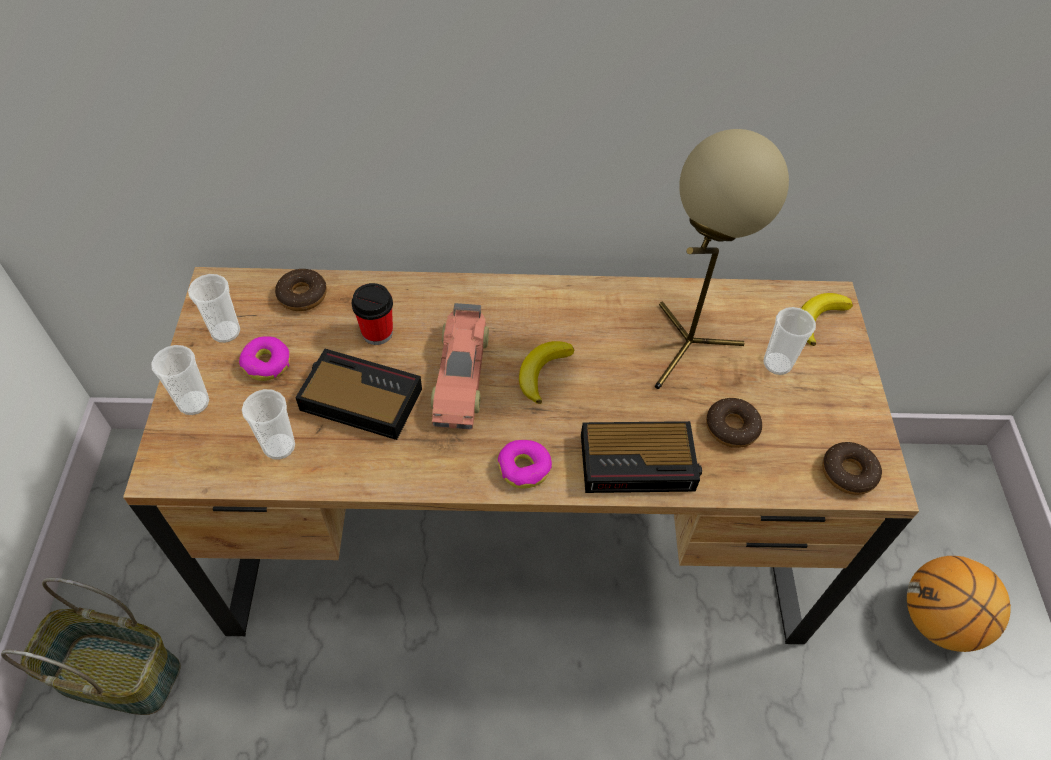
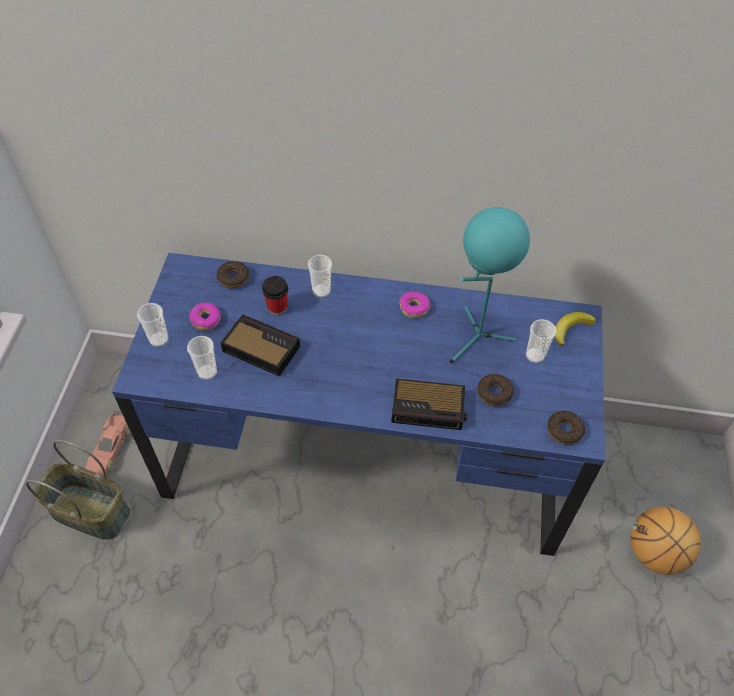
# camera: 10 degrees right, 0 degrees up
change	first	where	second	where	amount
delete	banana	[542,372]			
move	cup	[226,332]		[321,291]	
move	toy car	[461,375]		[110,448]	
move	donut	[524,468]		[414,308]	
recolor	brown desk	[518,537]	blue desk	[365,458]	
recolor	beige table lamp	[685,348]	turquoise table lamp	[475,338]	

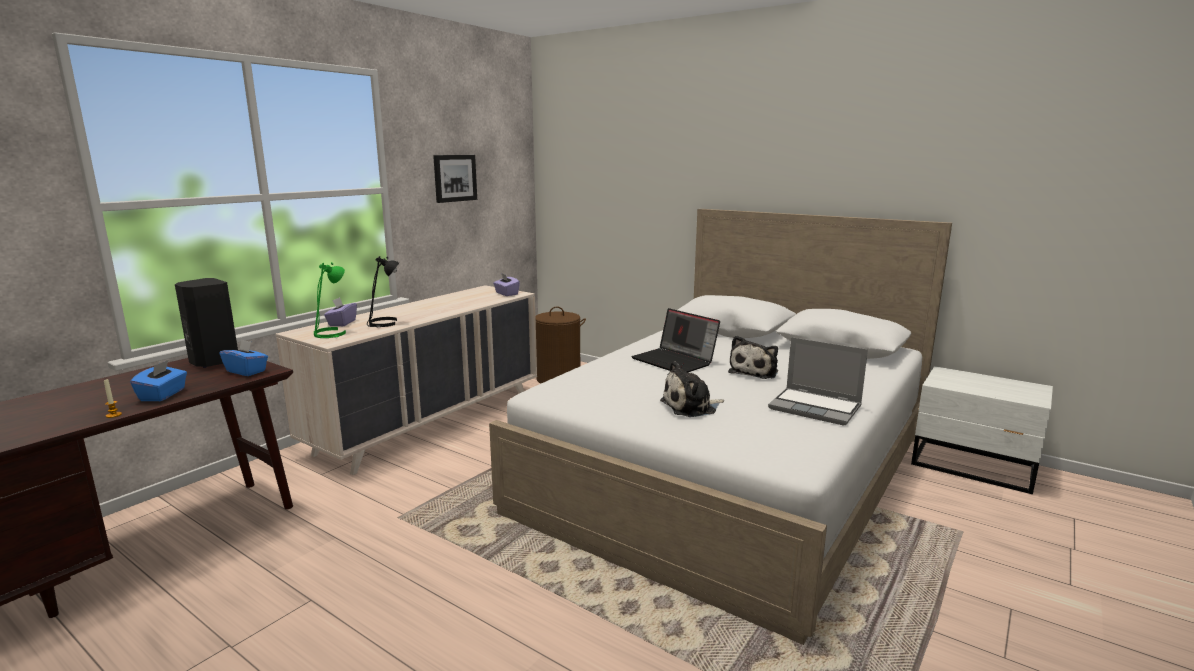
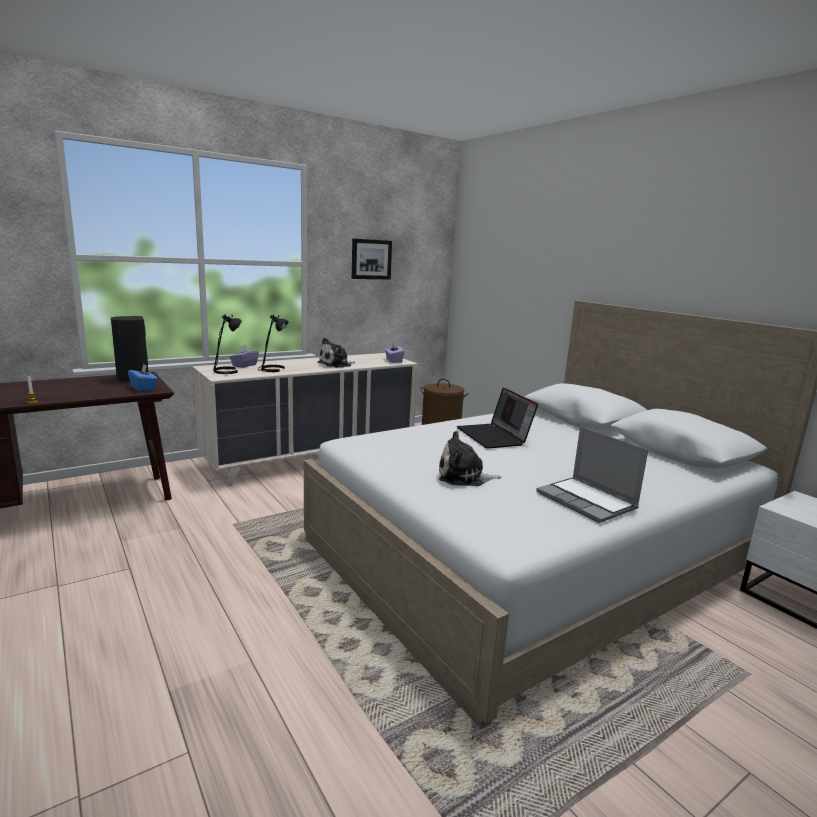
# camera: 20 degrees right, 0 degrees up
change	first	where	second	where	amount
delete	blue tissue box	[163,395]			
move	plush toy	[755,372]		[336,364]	
recolor	green table lamp	[331,334]	black table lamp	[226,372]	

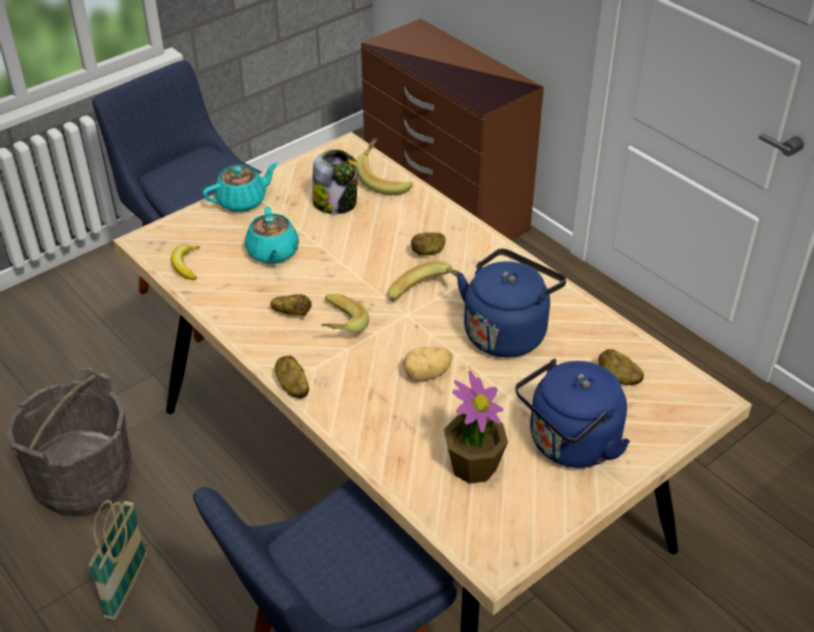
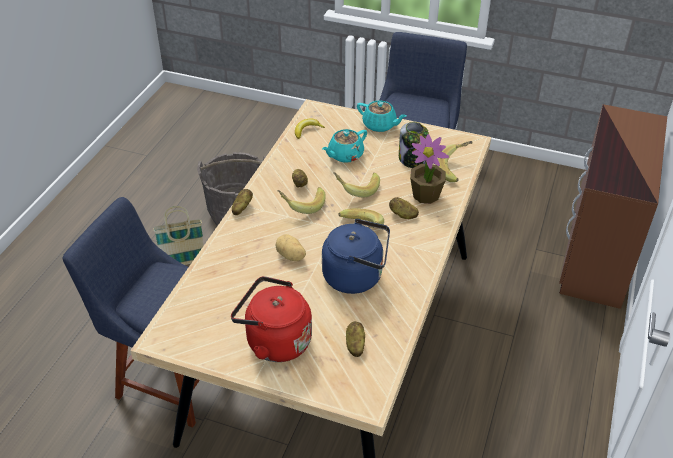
# camera: 60 degrees right, 0 degrees up
change	first	where	second	where	amount
insert			banana	[356,189]	
move	potted plant	[473,465]		[426,195]	
recolor	blue kettle	[569,445]	red kettle	[274,341]	

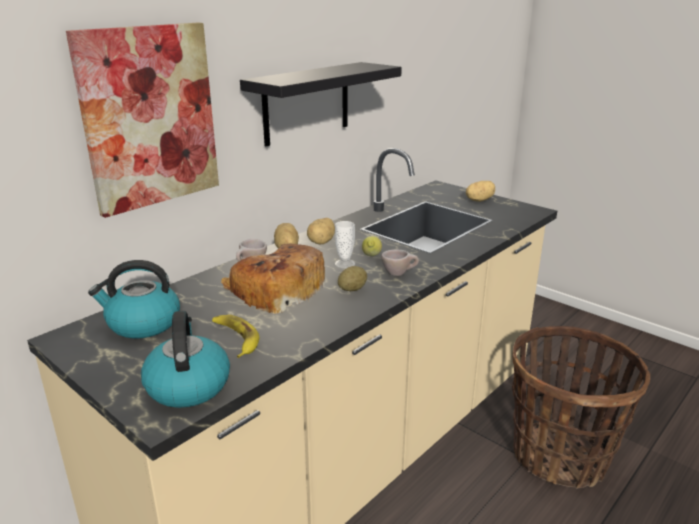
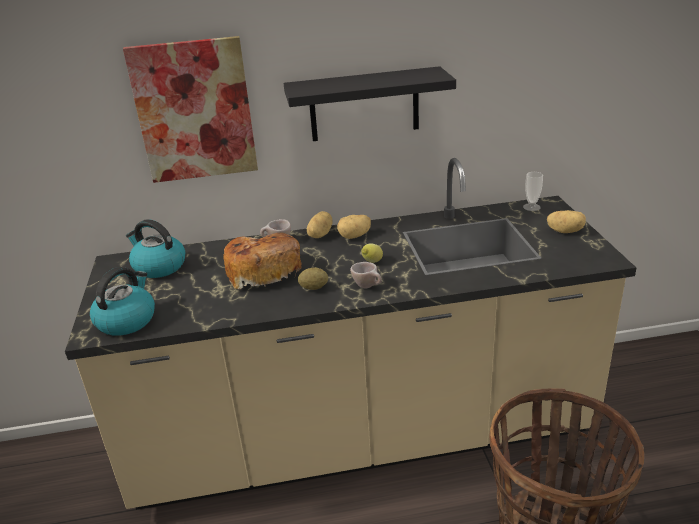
# camera: 40 degrees right, 5 degrees up
change	first	where	second	where	amount
delete	banana	[235,338]			
move	cup	[345,264]		[531,207]	

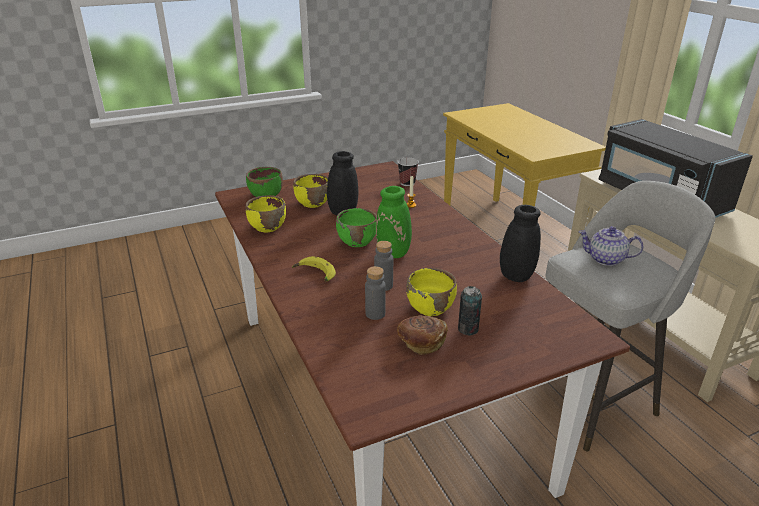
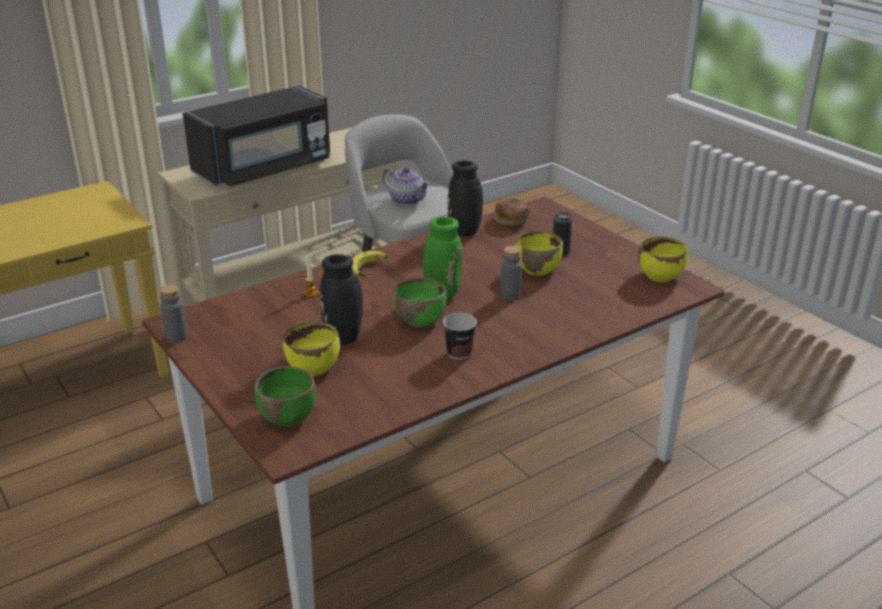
# camera: 100 degrees left, 0 degrees up
change	first	where	second	where	amount
move	yellow bowl	[267,227]		[660,275]	
move	banana	[314,275]		[369,269]	
move	grey bottle	[375,314]		[176,336]	
move	cup	[407,183]		[459,353]	
move	bread	[421,343]		[511,221]	
rotate	teapot	[605,259]		[407,200]	60 degrees counterclockwise

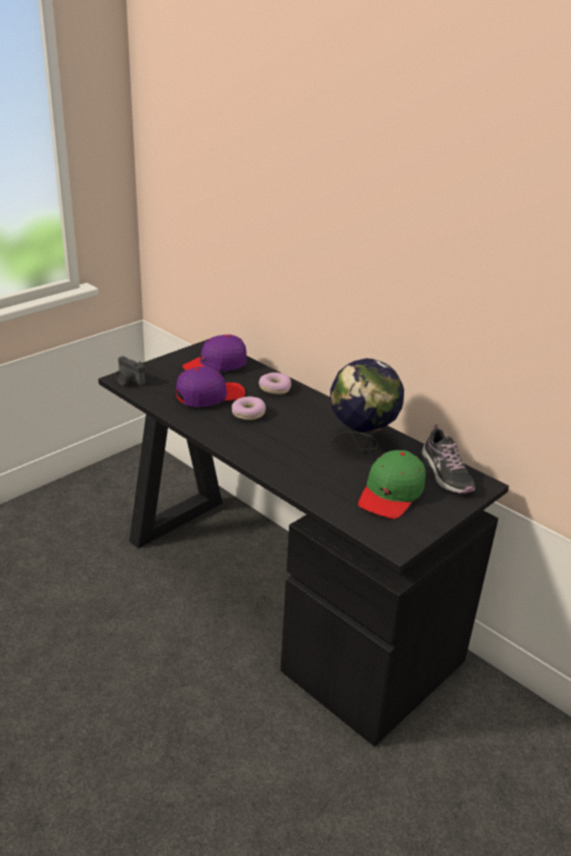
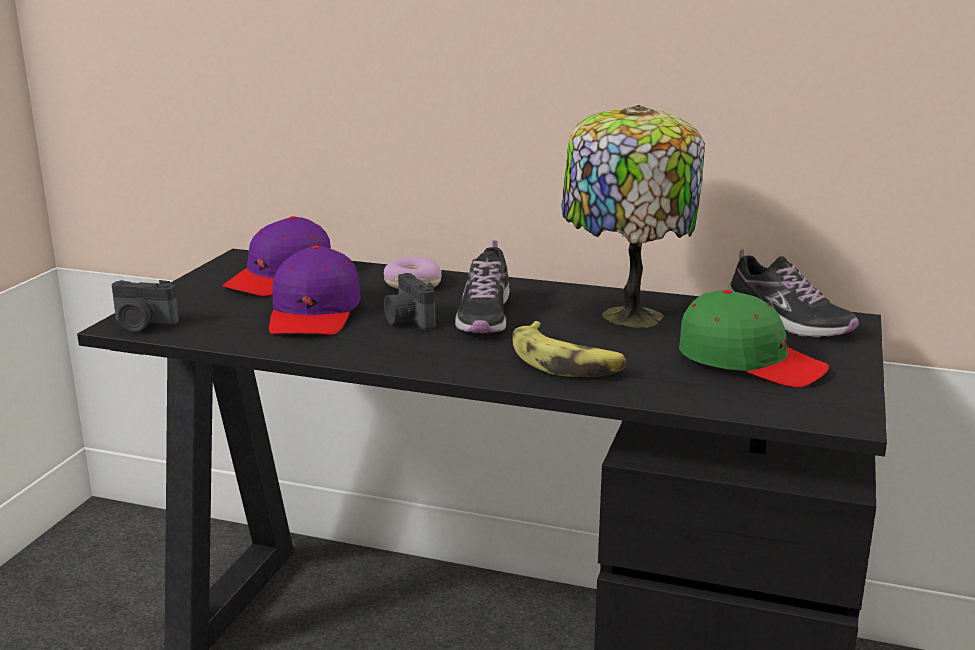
# camera: 25 degrees left, 10 degrees down
change	first	where	second	where	amount
insert			shoe	[485,316]	
insert			banana	[566,362]	
replace	donut	[248,414]	photo camera	[408,321]	
replace	globe	[361,443]	table lamp	[627,316]	
rotate	purple cap	[209,396]		[314,313]	150 degrees clockwise
rotate	green cap	[391,494]		[749,361]	60 degrees counterclockwise

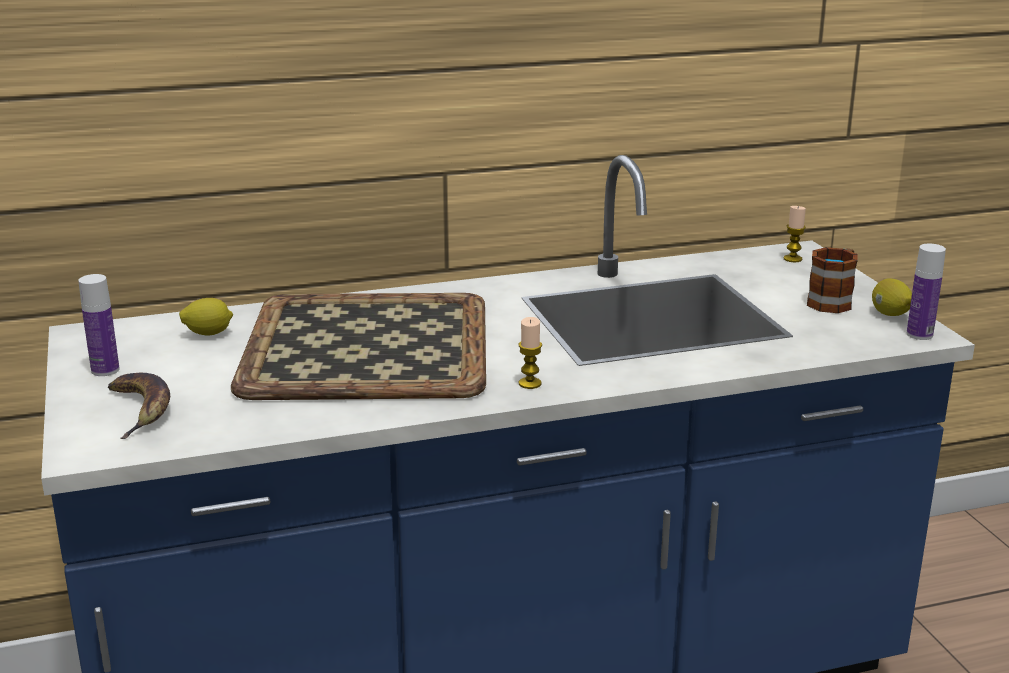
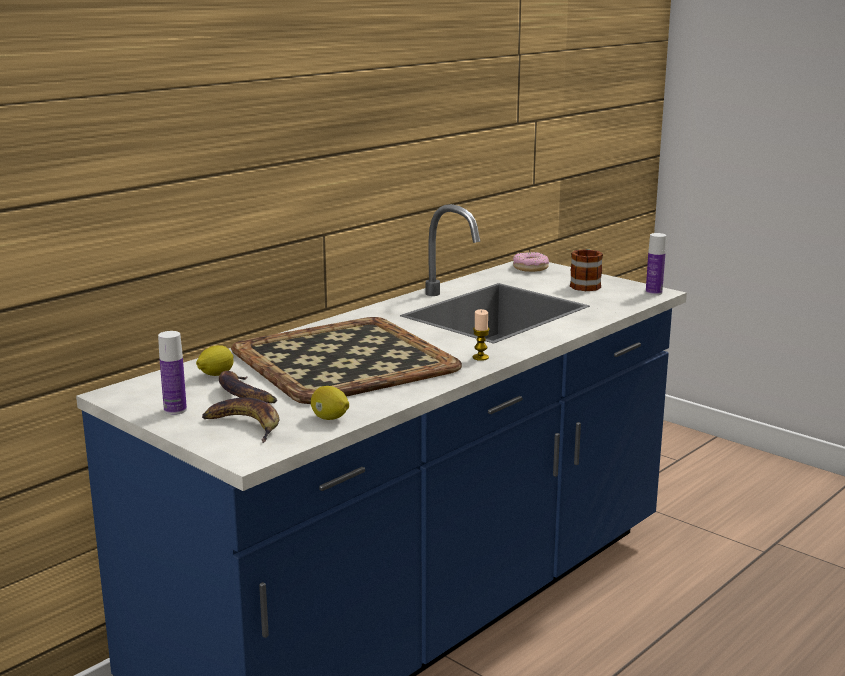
# camera: 30 degrees left, 5 degrees down
change	first	where	second	where	amount
insert			banana	[244,395]	
move	lemon	[890,315]		[330,418]	
replace	candle	[792,259]	donut	[530,268]	

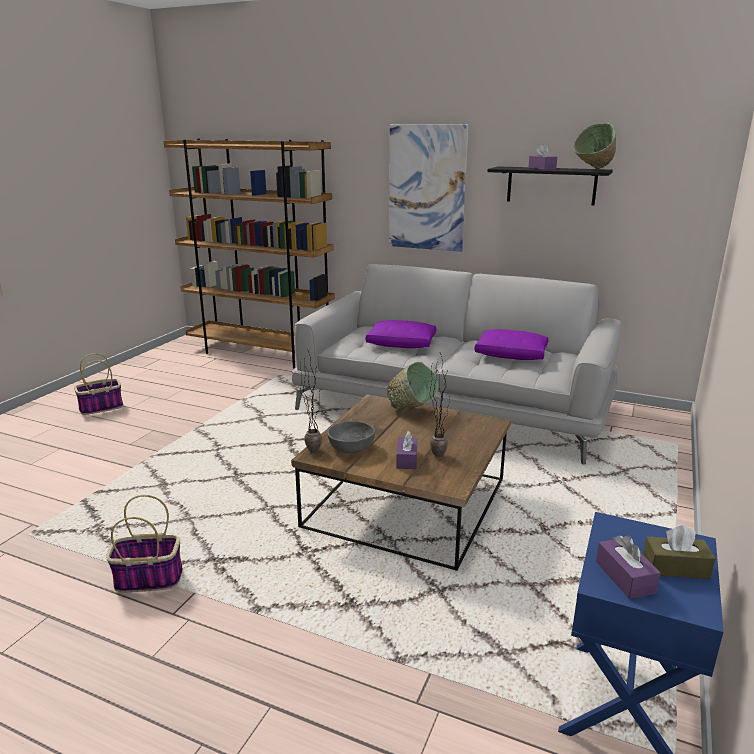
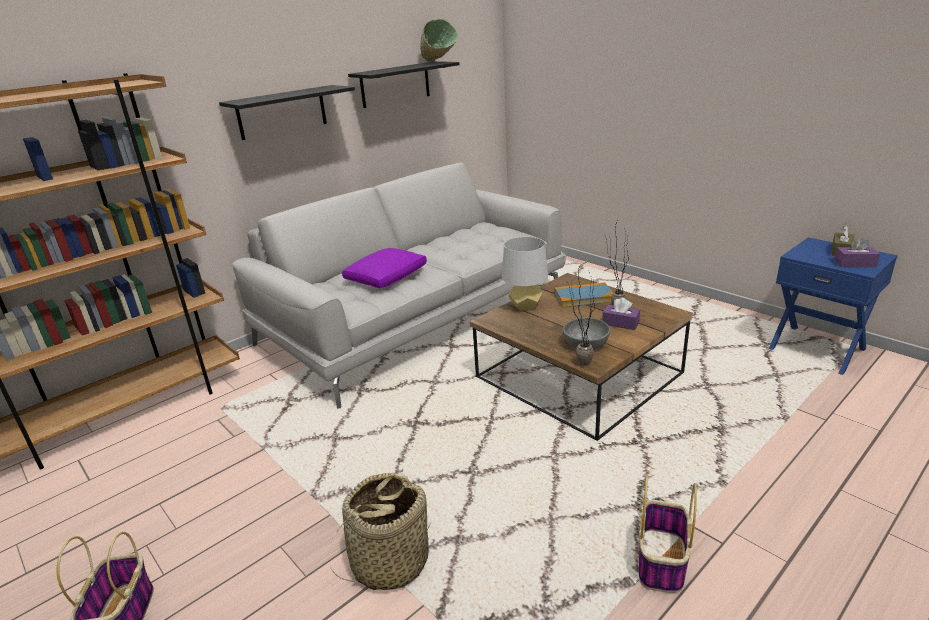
# camera: 65 degrees left, 5 degrees up
change	first	where	second	where	amount
delete	purple pillow	[512,355]			
delete	purple tissue box	[542,168]			
insert			basket	[389,561]	
insert			book	[583,297]	
replace	green bowl	[412,411]	grey table lamp	[525,306]	
replace	picture	[426,188]	black shelf	[282,112]	

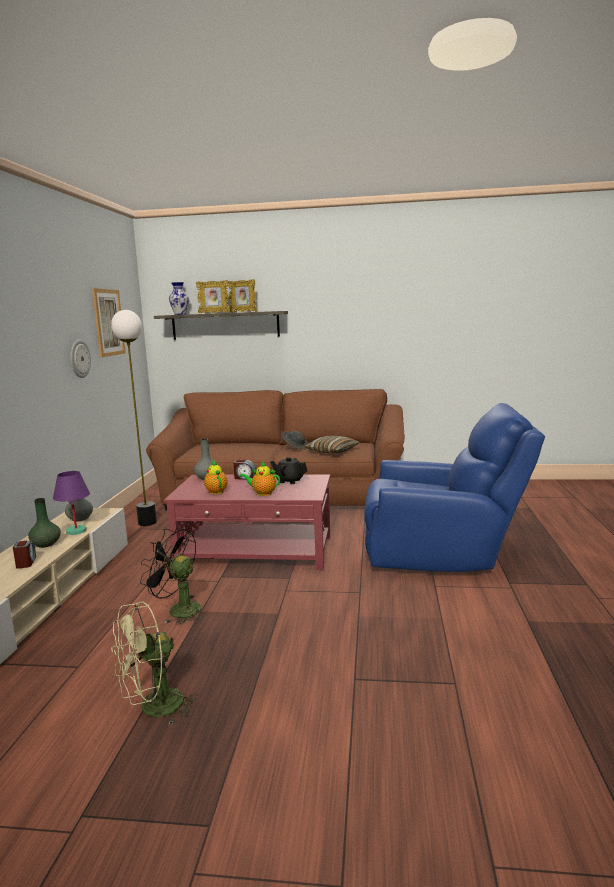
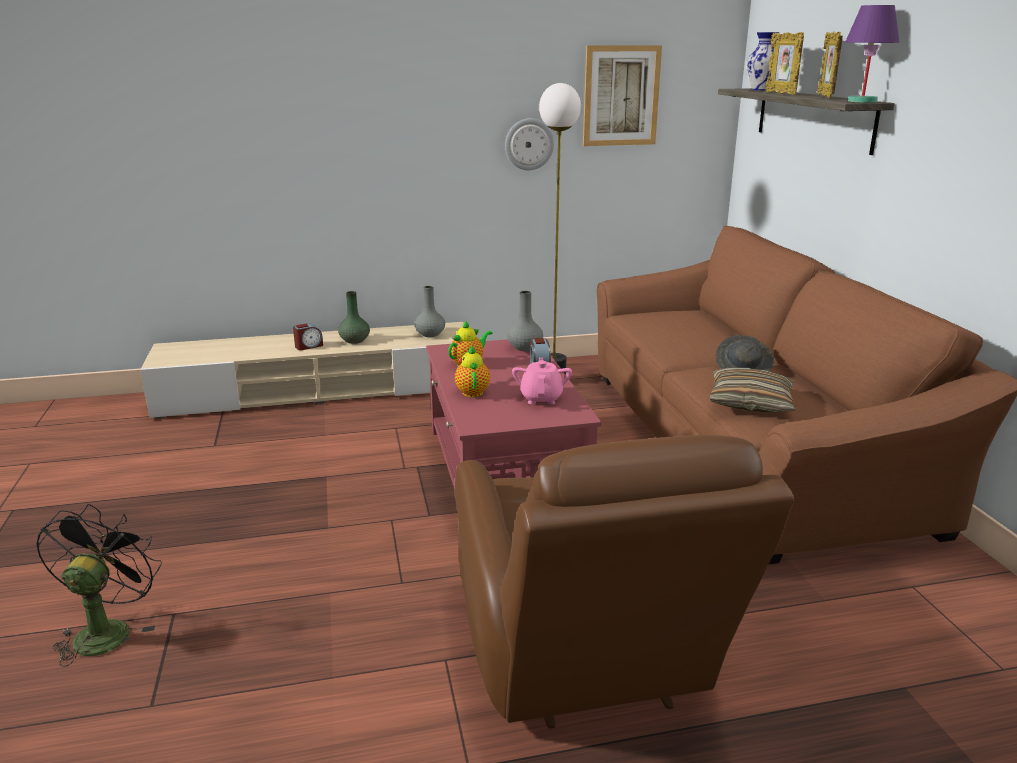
# camera: 70 degrees right, 10 degrees up
change	first	where	second	where	amount
delete	green fan	[153,709]			
move	purple table lamp	[76,531]		[862,101]	
move	black fan	[178,610]		[107,630]	
recolor	black teapot	[289,481]	pink teapot	[541,398]	
recolor	blue armchair	[443,554]	brown armchair	[586,658]	

